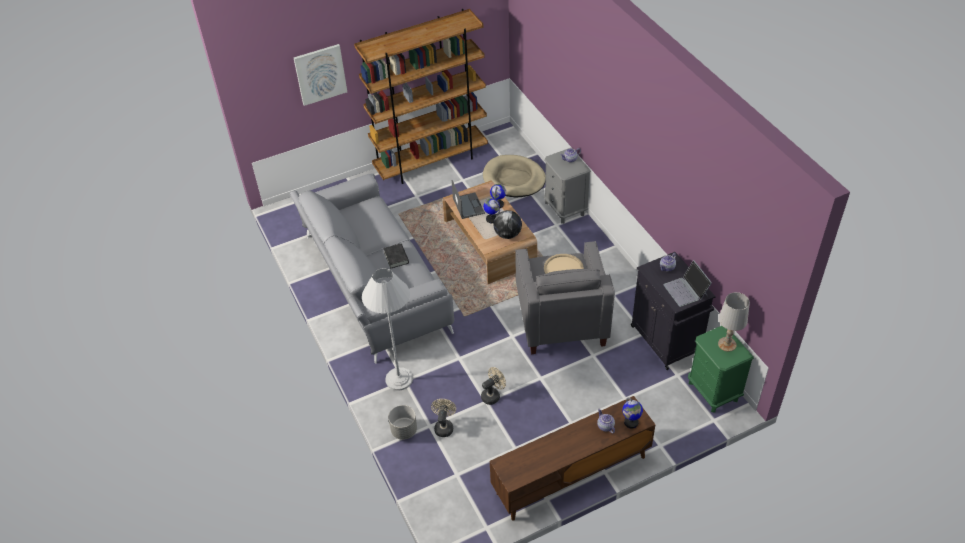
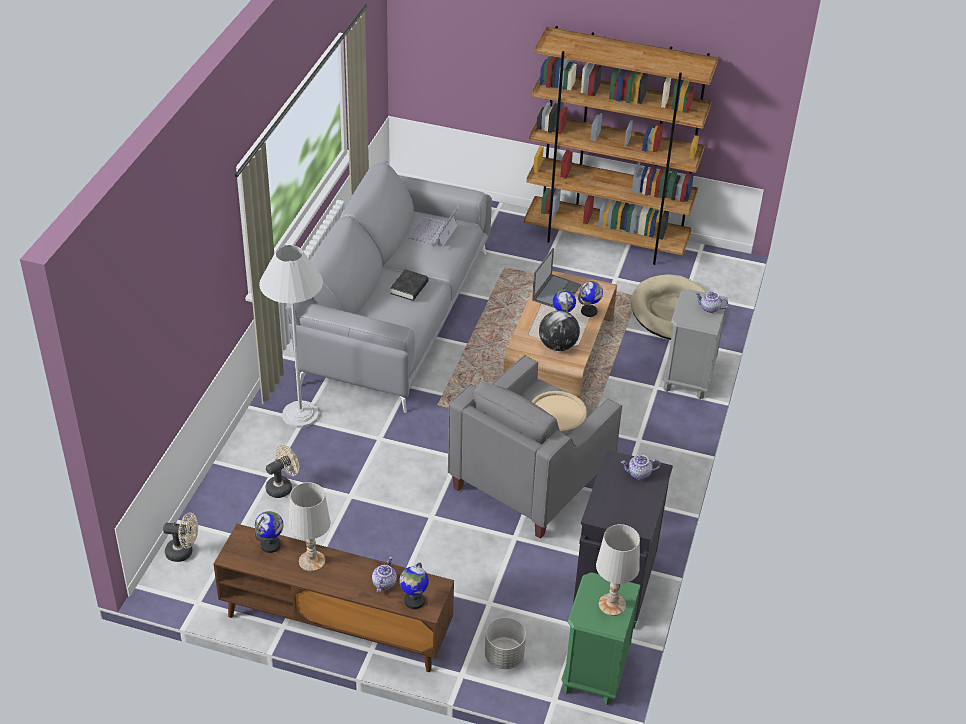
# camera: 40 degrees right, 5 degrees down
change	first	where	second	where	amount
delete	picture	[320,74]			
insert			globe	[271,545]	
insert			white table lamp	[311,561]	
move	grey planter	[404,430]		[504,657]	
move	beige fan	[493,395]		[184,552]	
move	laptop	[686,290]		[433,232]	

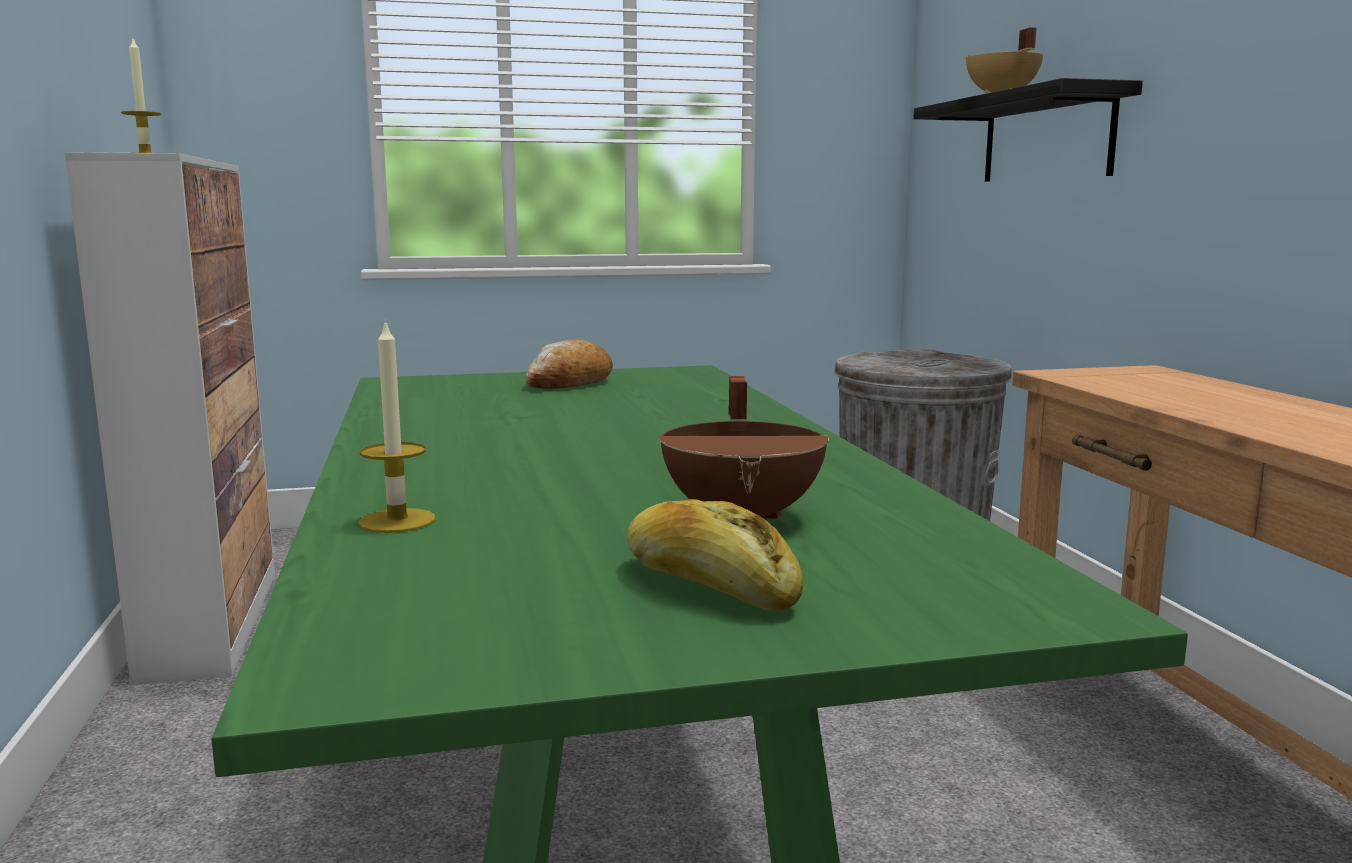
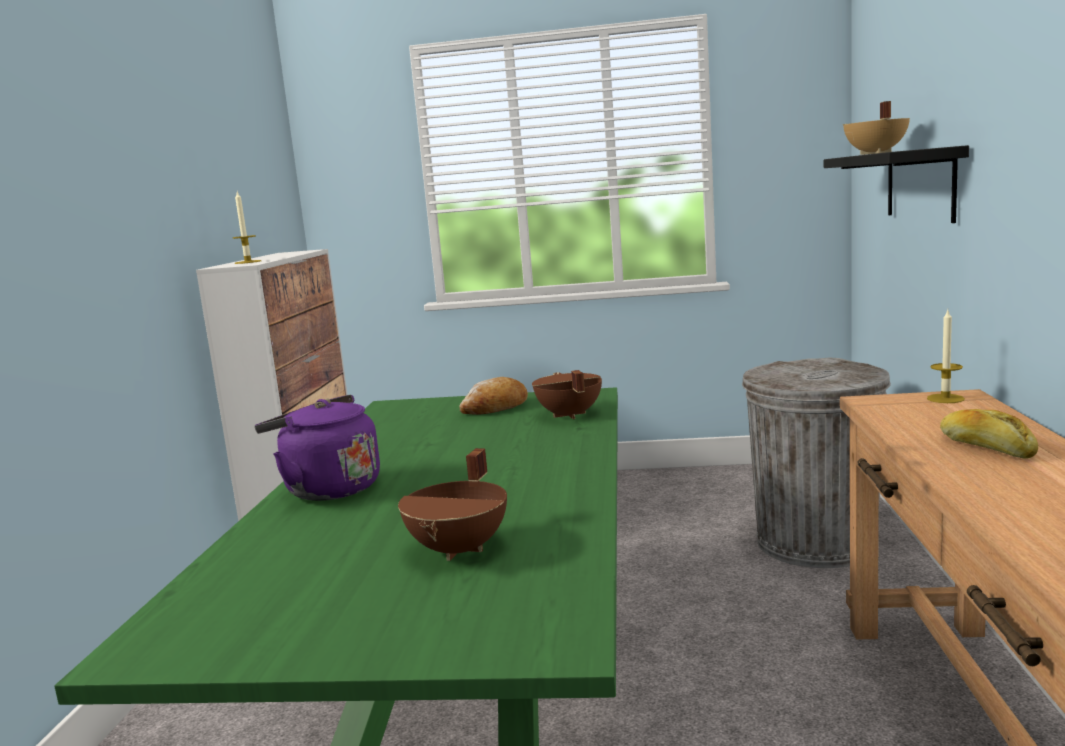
# camera: 20 degrees right, 0 degrees up
change	first	where	second	where	amount
insert			purple kettle	[327,489]	
insert			brown cooking pot	[568,415]	
move	candle	[397,521]		[945,398]	
move	bread	[709,585]		[986,448]	

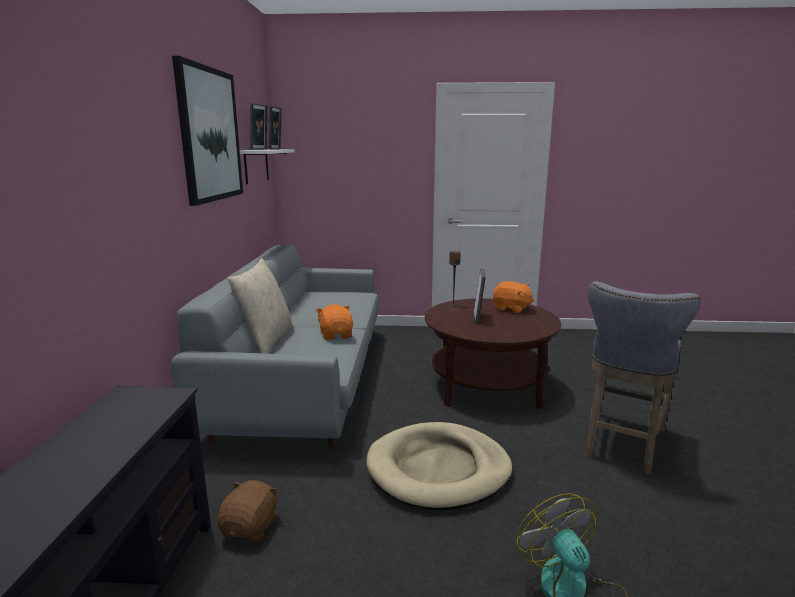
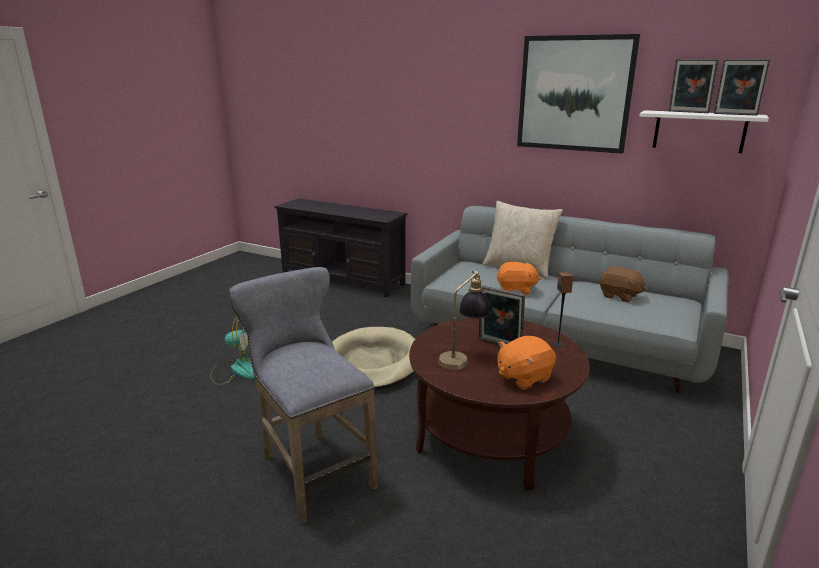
# camera: 115 degrees right, 5 degrees up
change	first	where	second	where	amount
insert			table lamp	[463,357]	
move	brown plush toy	[251,528]		[619,296]	

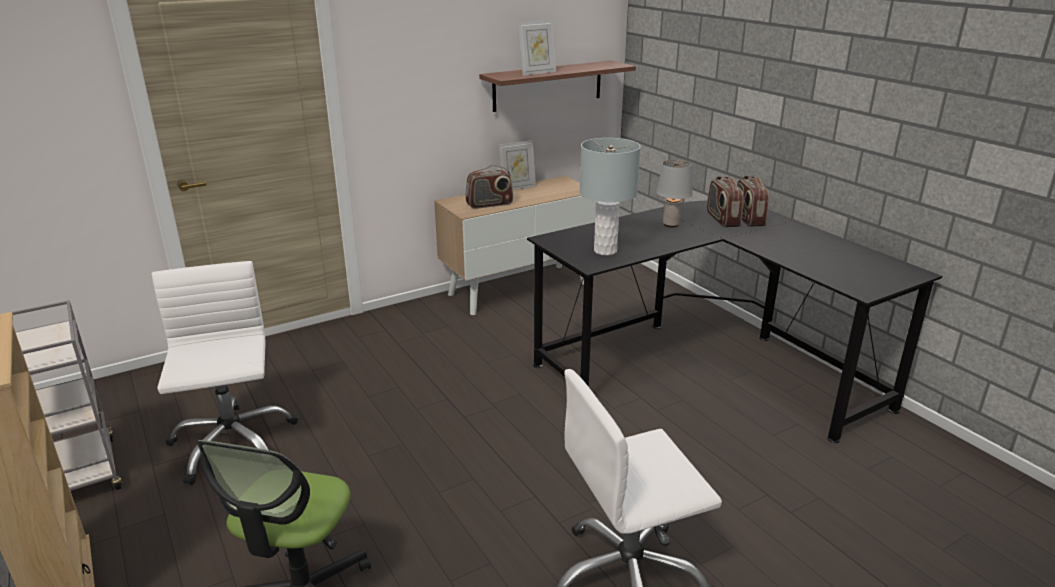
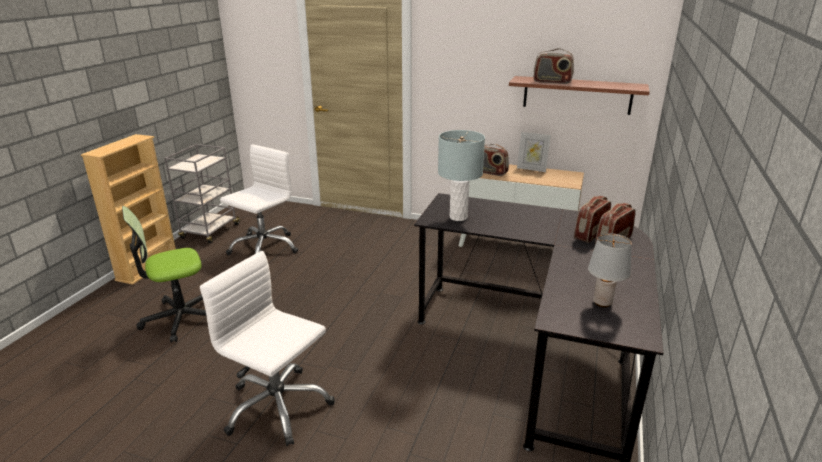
# camera: 50 degrees right, 0 degrees up
change	first	where	second	where	amount
move	grey table lamp	[670,224]		[602,302]	
replace	picture frame	[537,73]	radio	[552,82]	

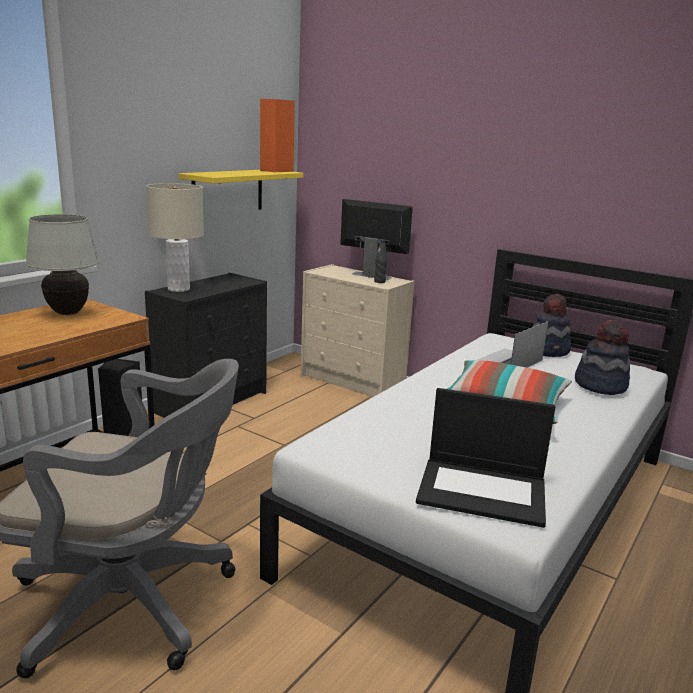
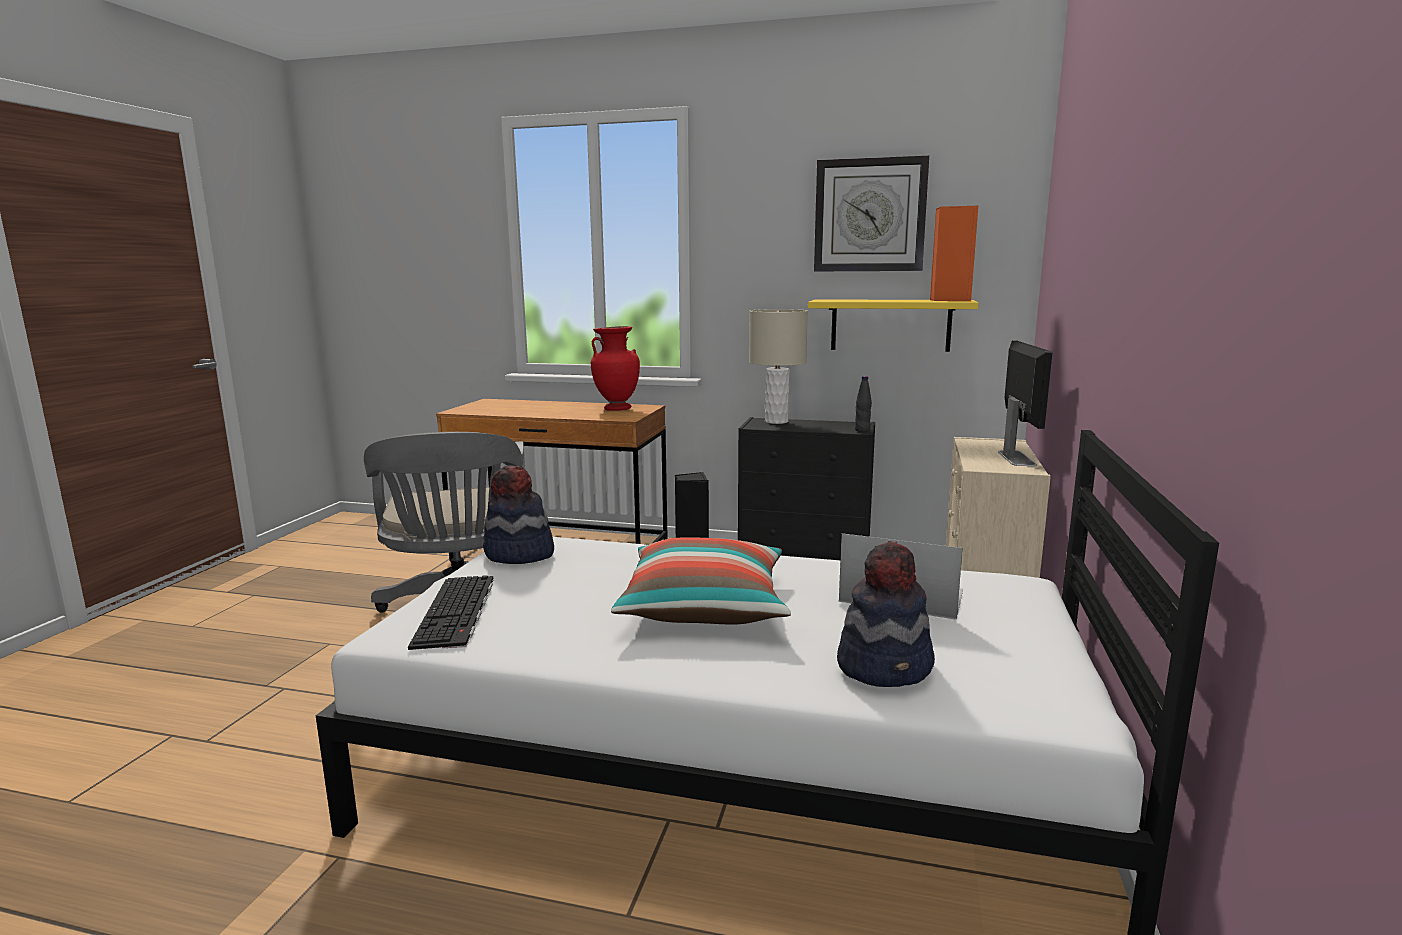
# camera: 70 degrees right, 5 degrees down
change	first	where	second	where	amount
insert			wall clock	[870,215]	
move	black bottle	[379,281]		[862,430]	
move	hat	[548,351]		[519,554]	
replace	white table lamp	[67,313]	red vase	[617,409]	
replace	laptop	[483,491]	keyboard	[457,612]	

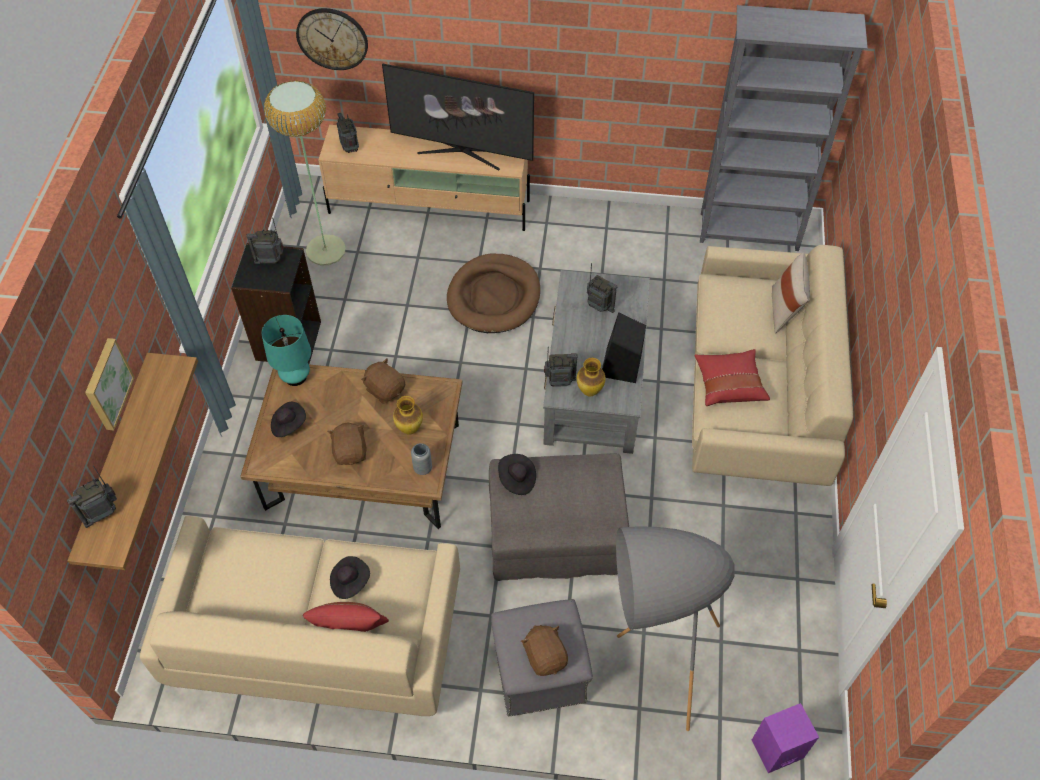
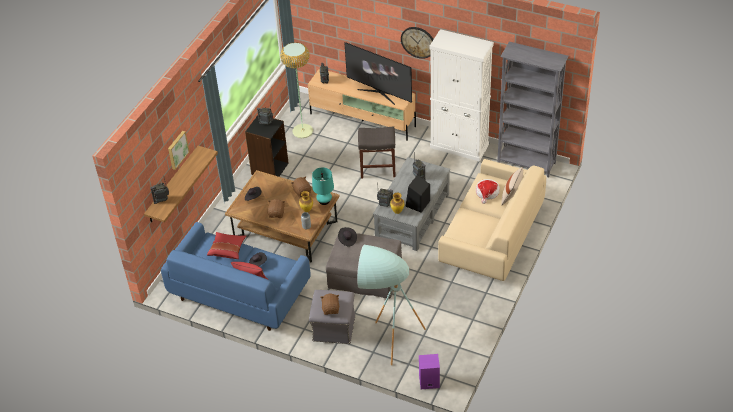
# camera: 20 degrees right, 10 degrees down
change	first	where	second	where	amount
insert			white cabinet	[459,146]	
insert			hat	[487,193]	
move	turquoise table lamp	[295,377]		[324,201]	
move	wall clock	[332,38]		[418,42]	
move	red pillow	[729,384]		[227,250]	
replace	brown dog bed	[494,297]	grey stool	[378,168]	
recolor	beige sofa	[317,637]	blue sofa	[239,292]	
recolor	grey floor lamp	[652,663]	turquoise floor lamp	[386,336]	

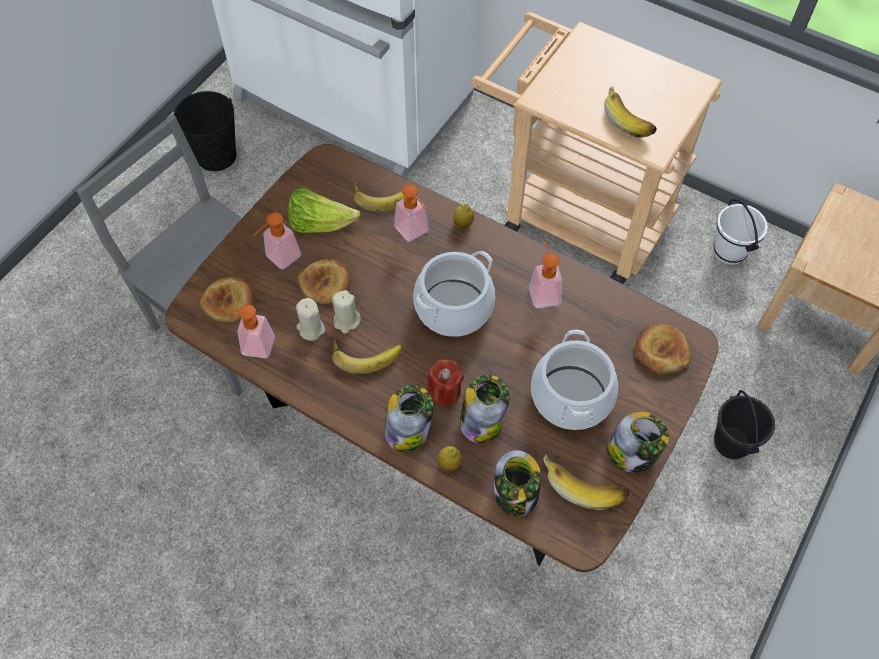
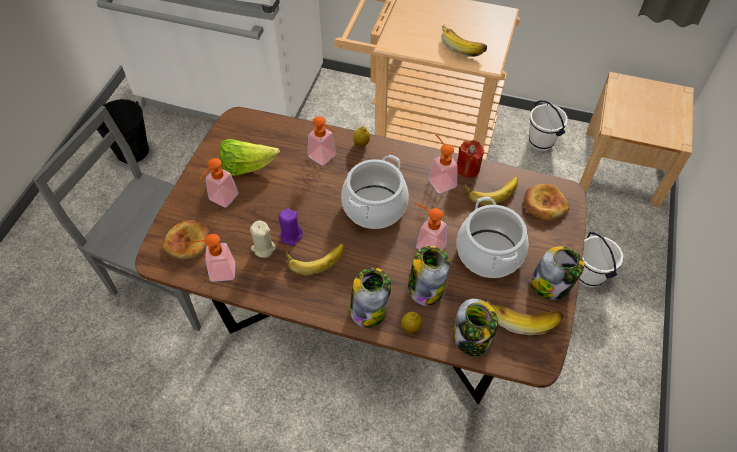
# camera: 15 degrees left, 5 degrees down
change	first	where	second	where	amount
delete	bread	[326,283]			
insert			soap dispenser	[426,243]	
move	banana	[384,195]		[491,189]	
move	red candle	[444,391]		[467,168]	
recolor	beige candle	[346,321]	purple candle	[291,236]	
recolor	black bucket	[732,443]	white bucket	[590,275]	

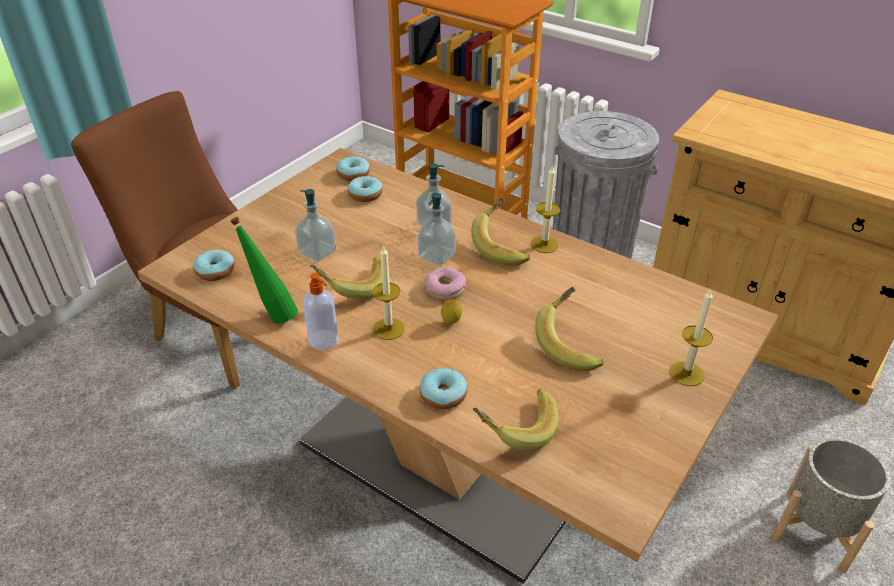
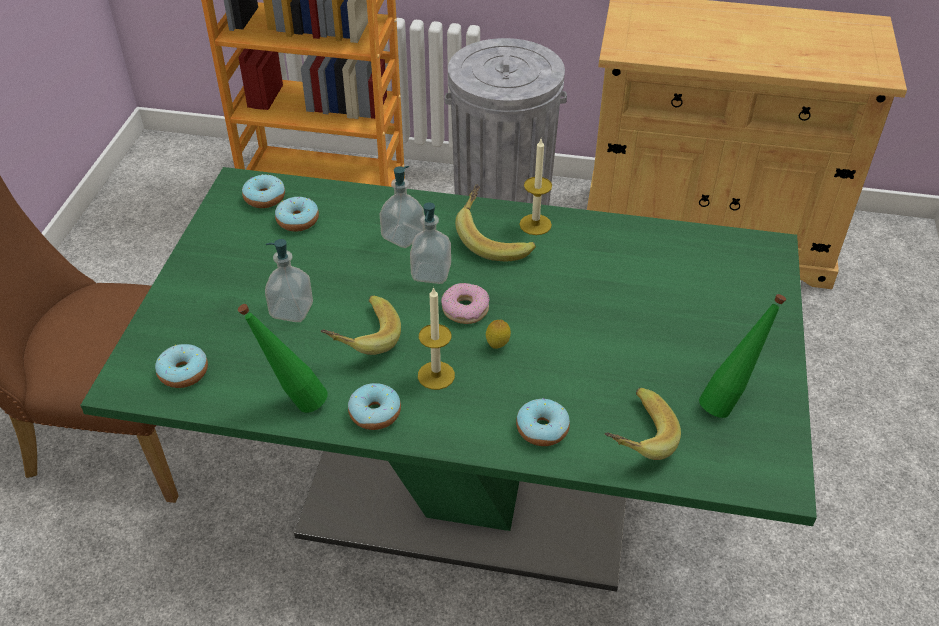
# camera: 25 degrees left, 5 degrees up
change	first	where	second	where	amount
delete	banana	[571,344]			
delete	candle	[686,373]			
delete	grey planter	[815,529]			
insert			green bottle	[728,402]	
replace	soap dispenser	[324,340]	donut	[375,413]	
recolor	brown dining table	[447,458]	green dining table	[468,491]	

